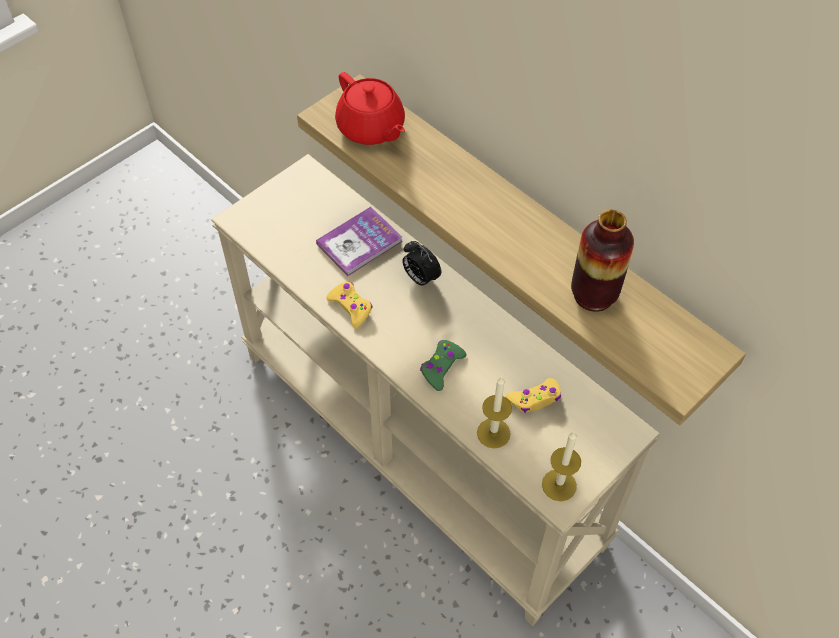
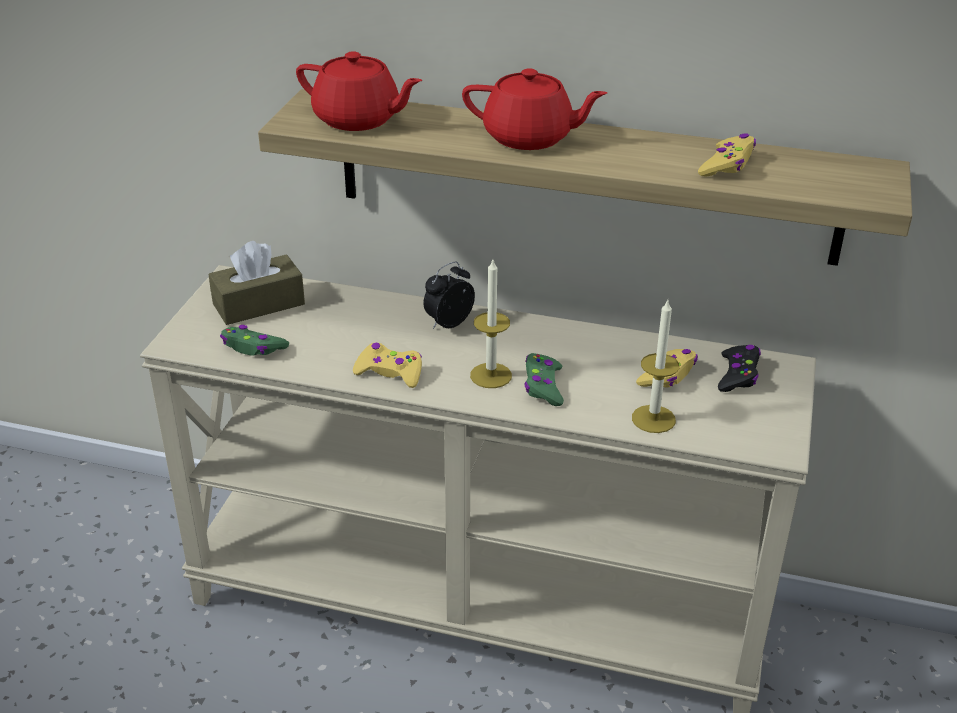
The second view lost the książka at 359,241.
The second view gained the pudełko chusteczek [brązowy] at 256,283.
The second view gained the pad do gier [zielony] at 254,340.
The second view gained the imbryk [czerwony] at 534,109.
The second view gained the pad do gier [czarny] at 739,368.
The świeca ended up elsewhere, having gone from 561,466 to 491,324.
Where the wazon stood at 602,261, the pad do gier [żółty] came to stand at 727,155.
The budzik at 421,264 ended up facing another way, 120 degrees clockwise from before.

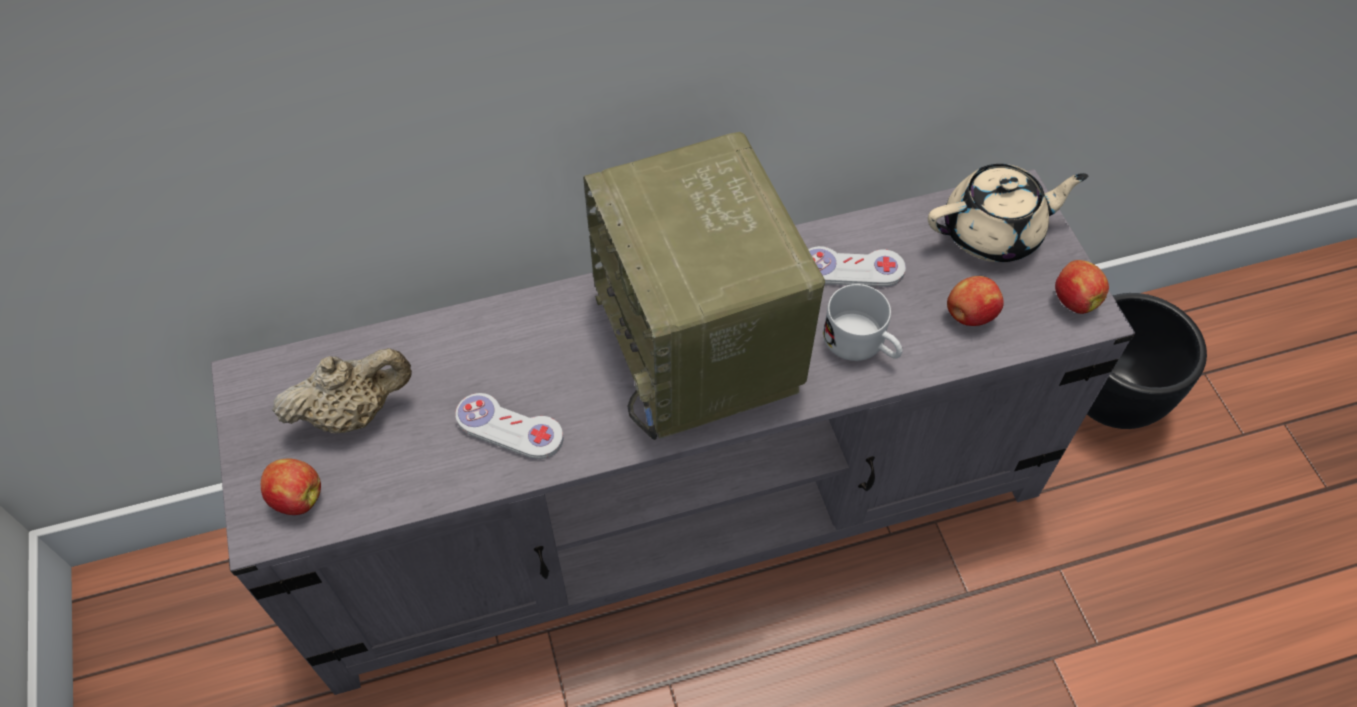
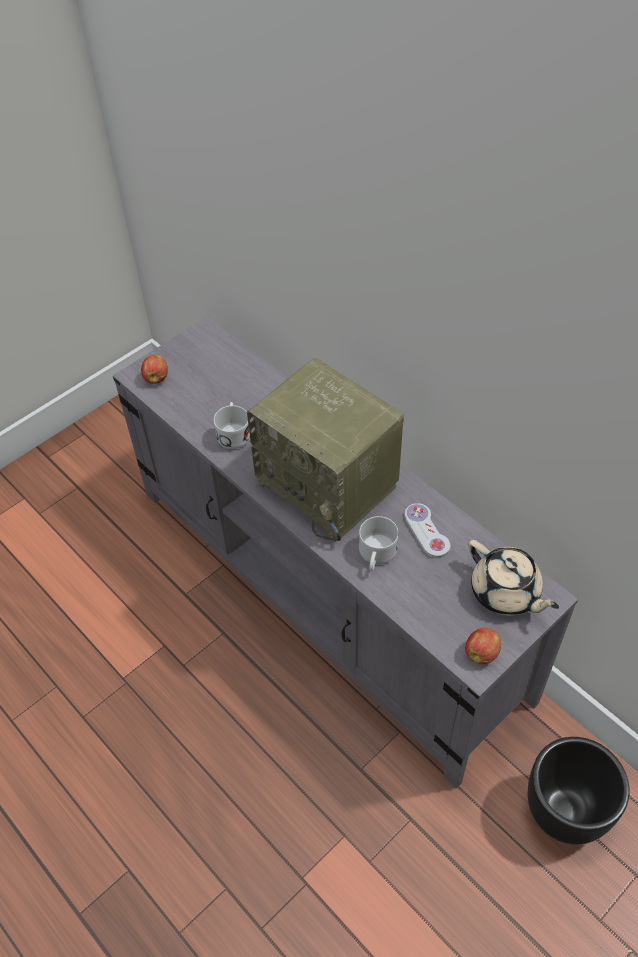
The second view lost the imbryk [beżowy] at 342,391.
The second view lost the jabłko at 975,301.
Where the pad do gier [biały] stood at 509,426, the kubek [biały] came to stand at 232,425.
The radio at 704,286 ended up facing another way, 90 degrees counterclockwise from before.

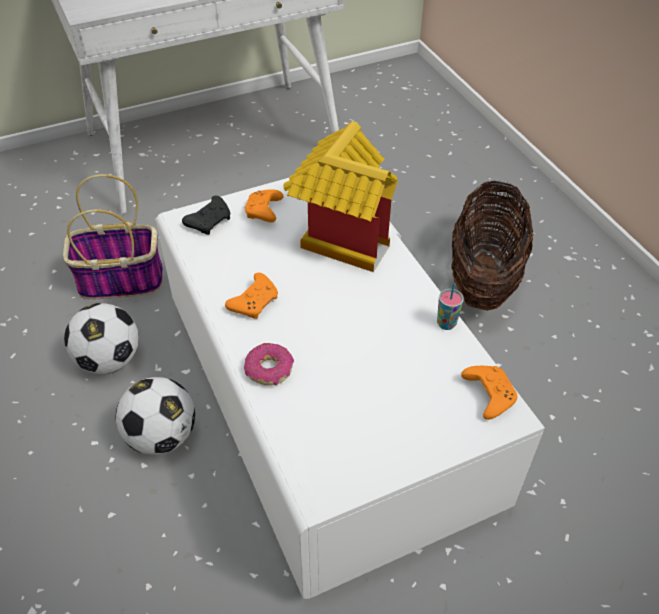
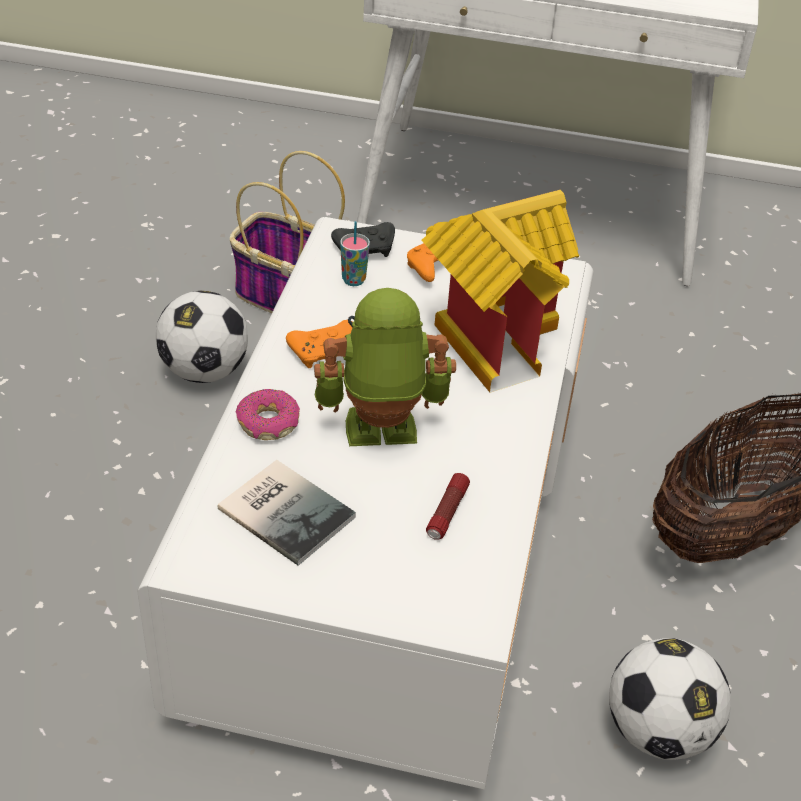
The second view lost the pad do gier [pomarańczowy] at 489,393.
The second view gained the książka at 287,513.
The second view gained the robot zabawkowy at 385,367.
The second view gained the latarka at 448,506.
The piłka futbolowa ended up elsewhere, having gone from 155,416 to 670,699.
The filiżanka ended up elsewhere, having gone from 450,306 to 355,253.

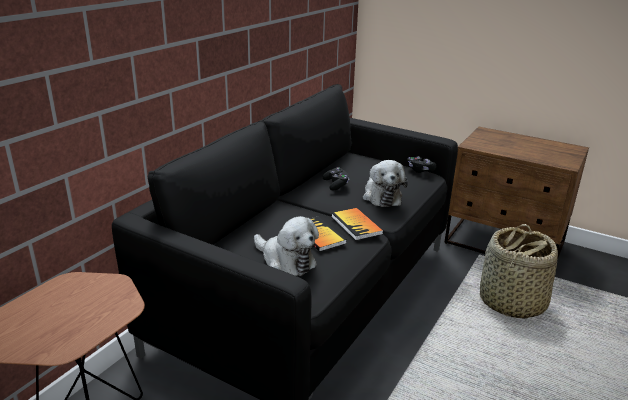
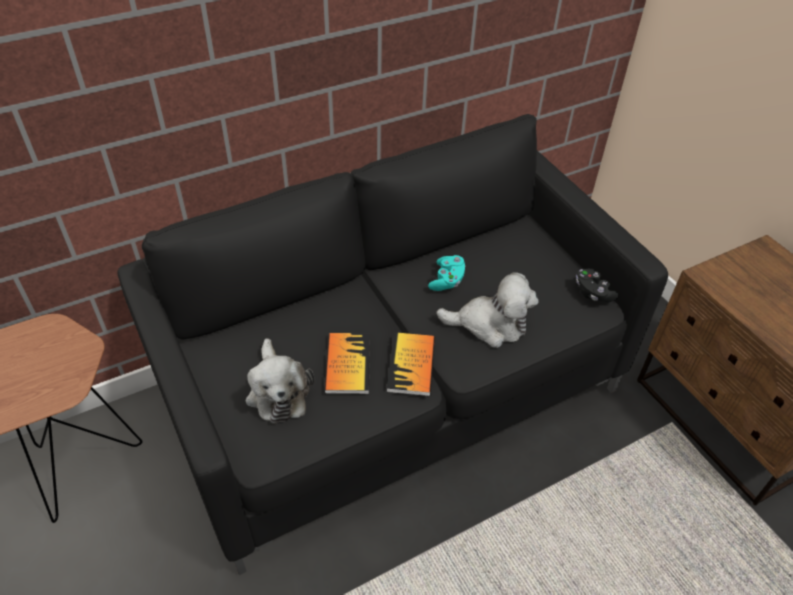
The second view lost the koszyk at 519,271.
What was the pad do gier [czarny] at 336,179 turned into the pad do gier [turkusowy] at 446,273.
The pluszak at 385,183 ended up facing another way, 105 degrees counterclockwise from before.

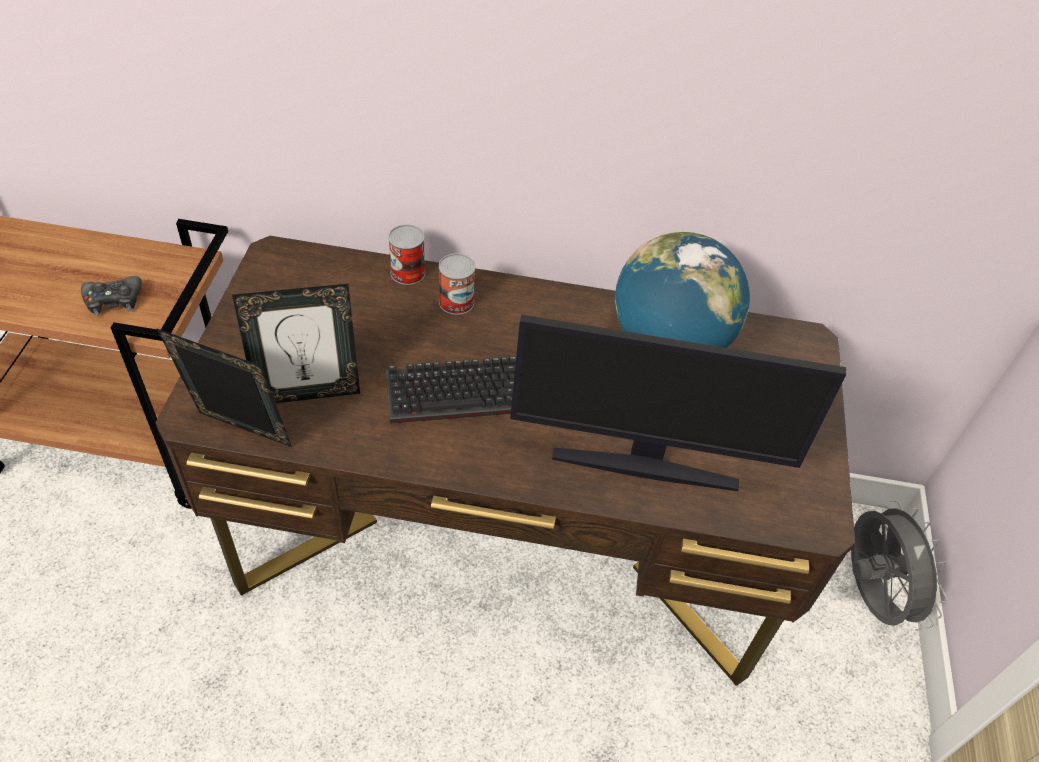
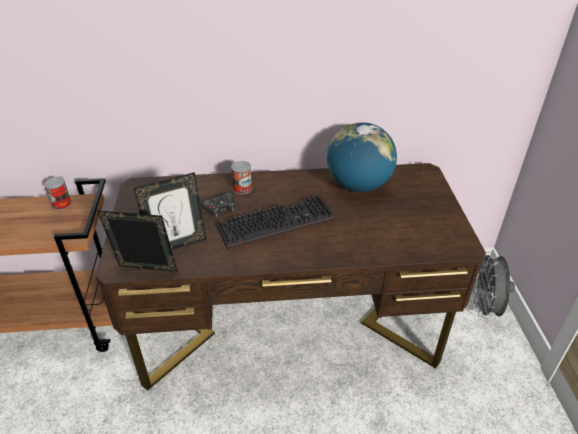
The second view lost the monitor at 678,403.
The pad do gier [czarny] ended up elsewhere, having gone from 111,296 to 218,205.
The puszka ended up elsewhere, having gone from 406,254 to 58,193.
The wentylator [szary] at 899,565 ended up facing another way, 150 degrees counterclockwise from before.

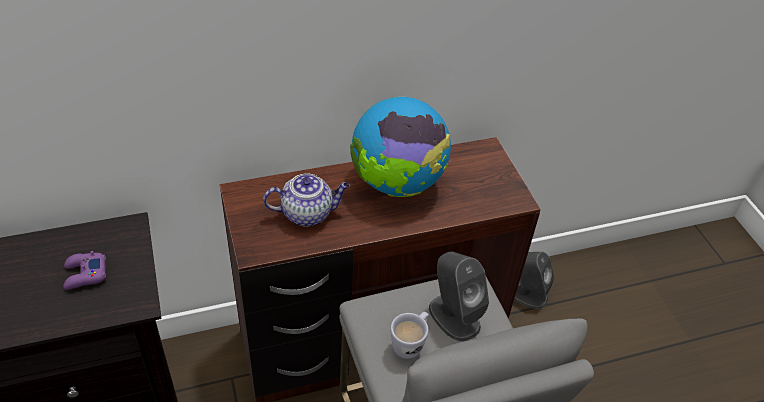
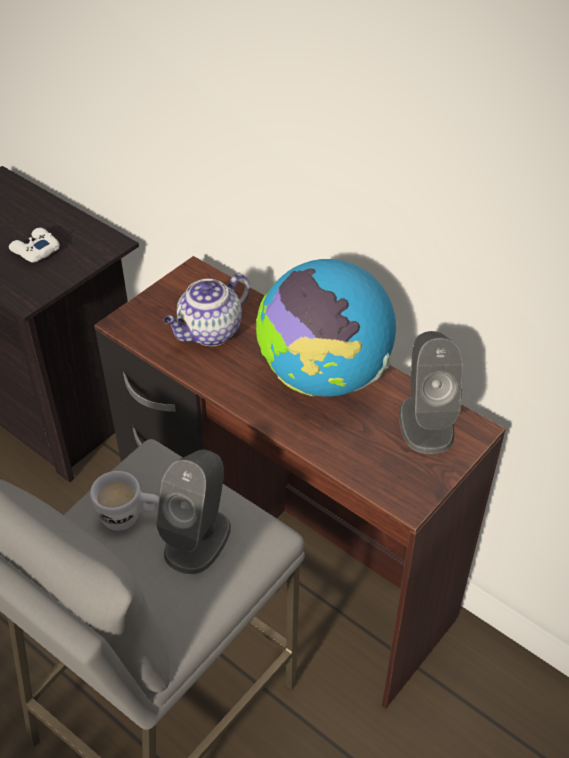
The głośnik [szary] ended up elsewhere, having gone from 534,280 to 431,392.
What was the pad do gier [fioletowy] at 84,270 turned into the pad do gier [biały] at 34,245.
The imbryk at 306,199 ended up facing another way, 90 degrees clockwise from before.

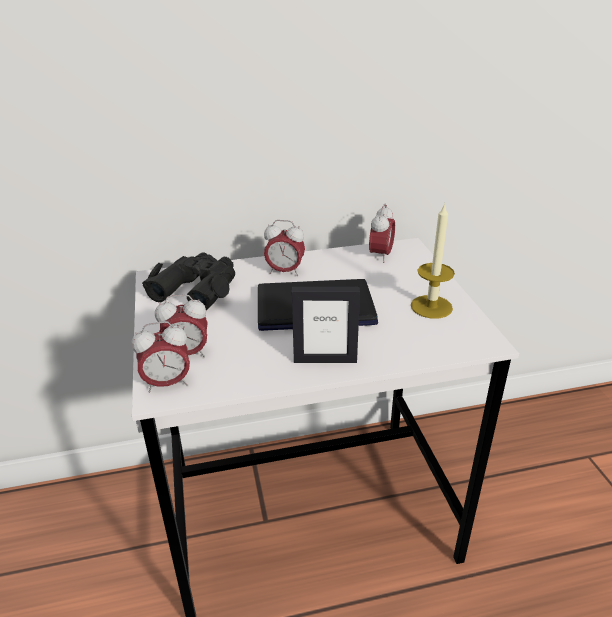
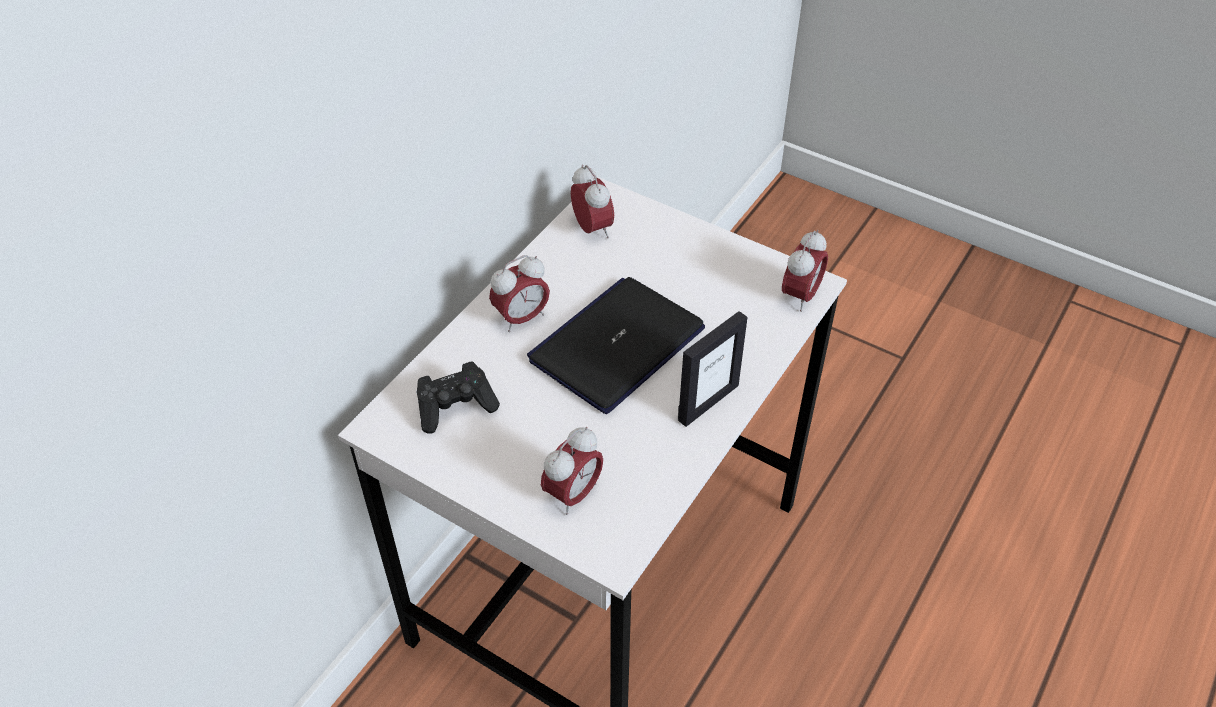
The second view lost the świeca at 433,261.
The budzik ended up elsewhere, having gone from 160,357 to 805,271.
Where the lornetka [czarny] stood at 188,281, the pad do gier [czarny] came to stand at 458,398.

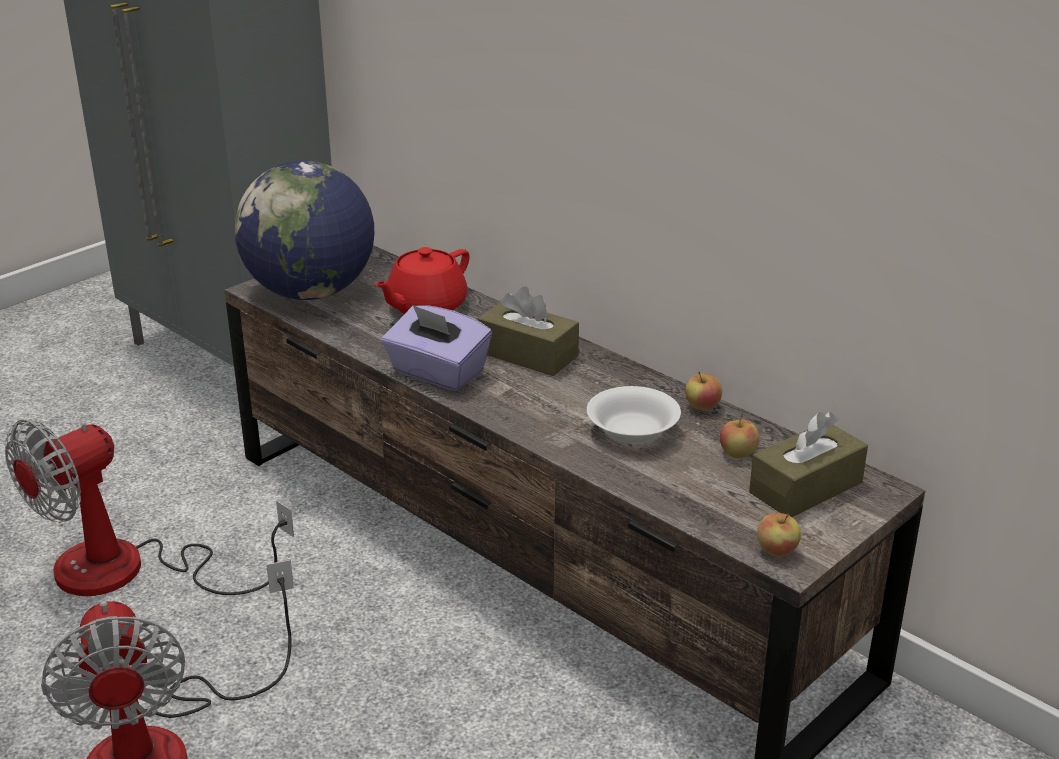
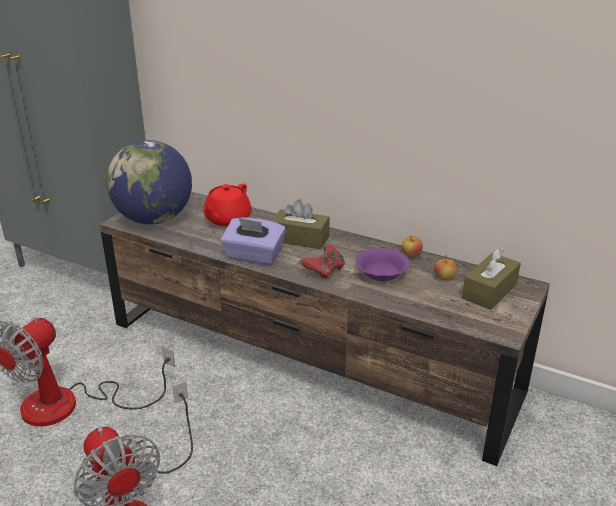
The second view lost the jabłko at 779,535.
The second view gained the pad do gier [czerwony] at 323,261.
What was the miska [biały] at 634,415 turned into the miska [fioletowy] at 382,264.

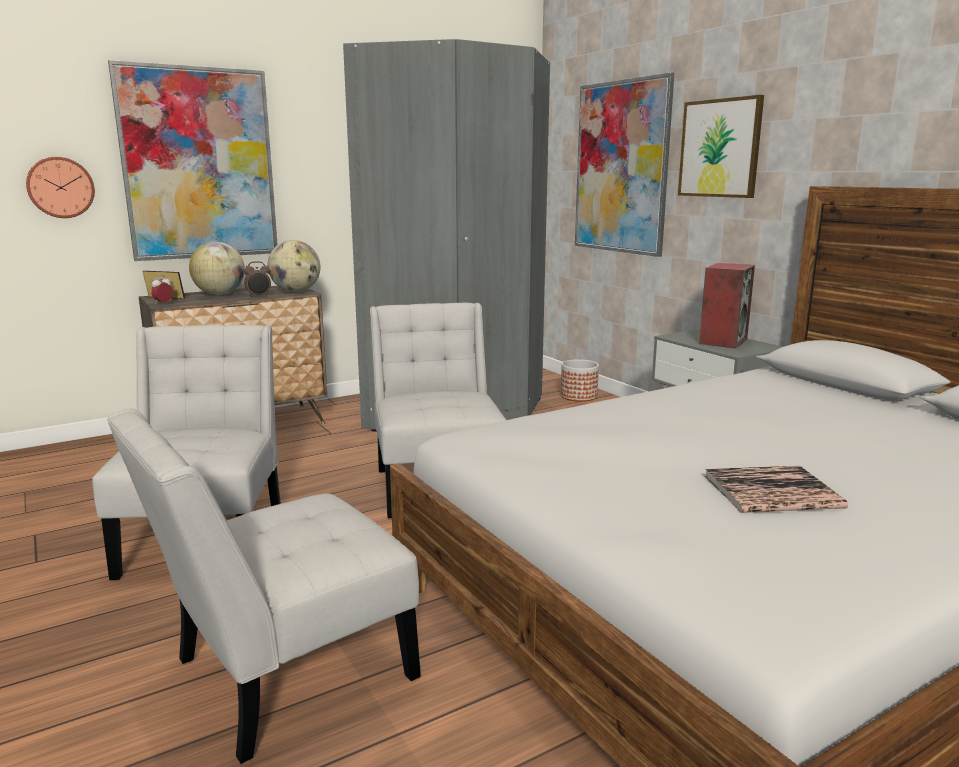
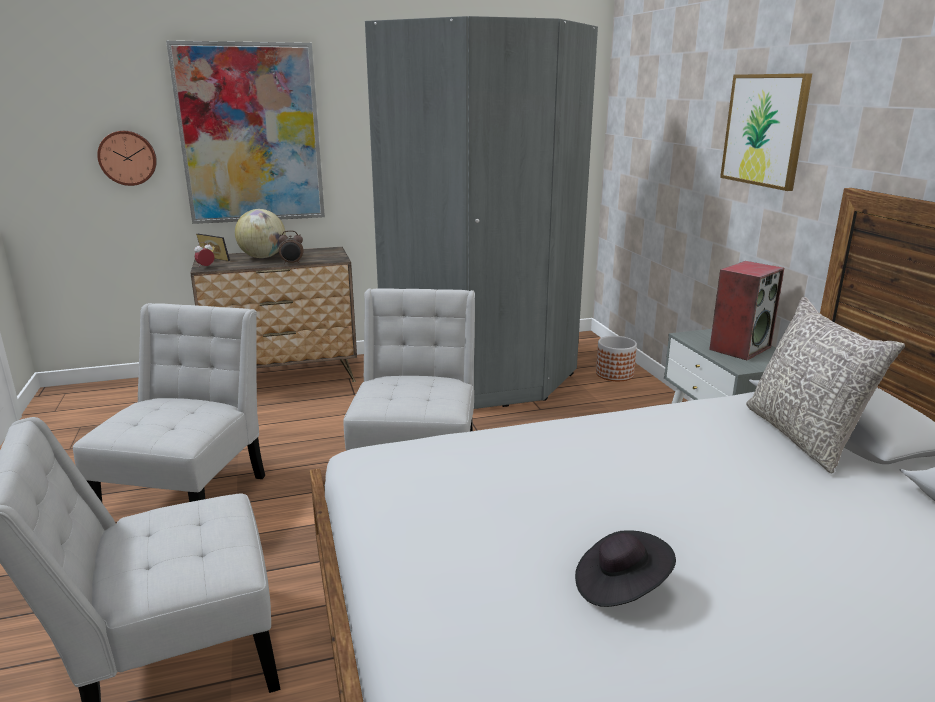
The second view lost the globus at 293,266.
The second view lost the obraz at 624,165.
The second view gained the poduszka [szary] at 825,385.
Where the książka stood at 776,489, the kapelusz [czarny] came to stand at 625,568.

